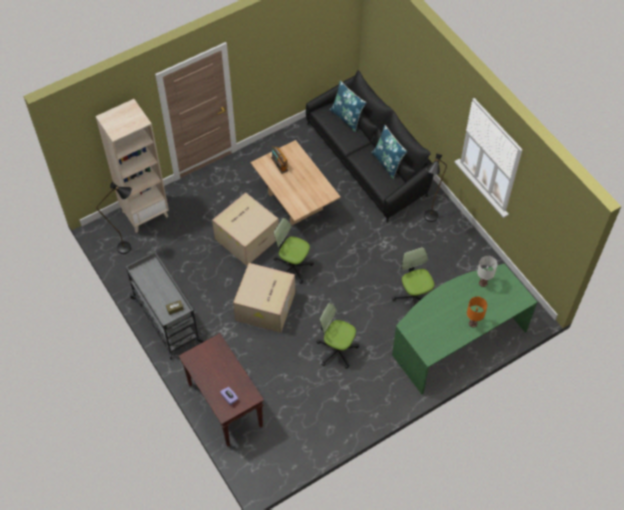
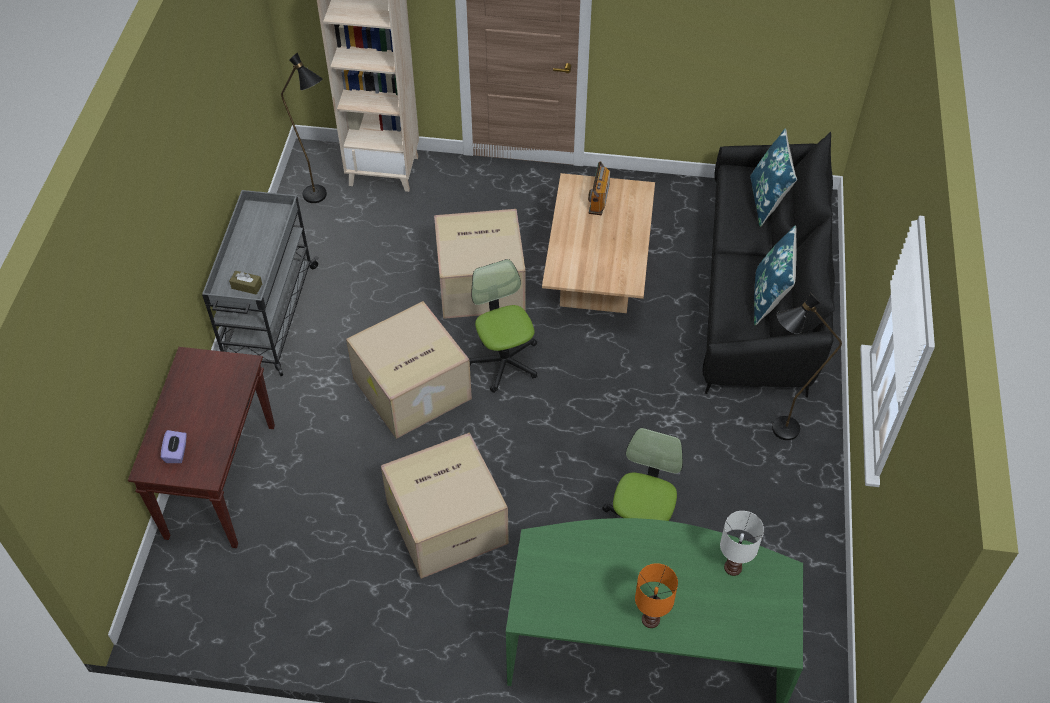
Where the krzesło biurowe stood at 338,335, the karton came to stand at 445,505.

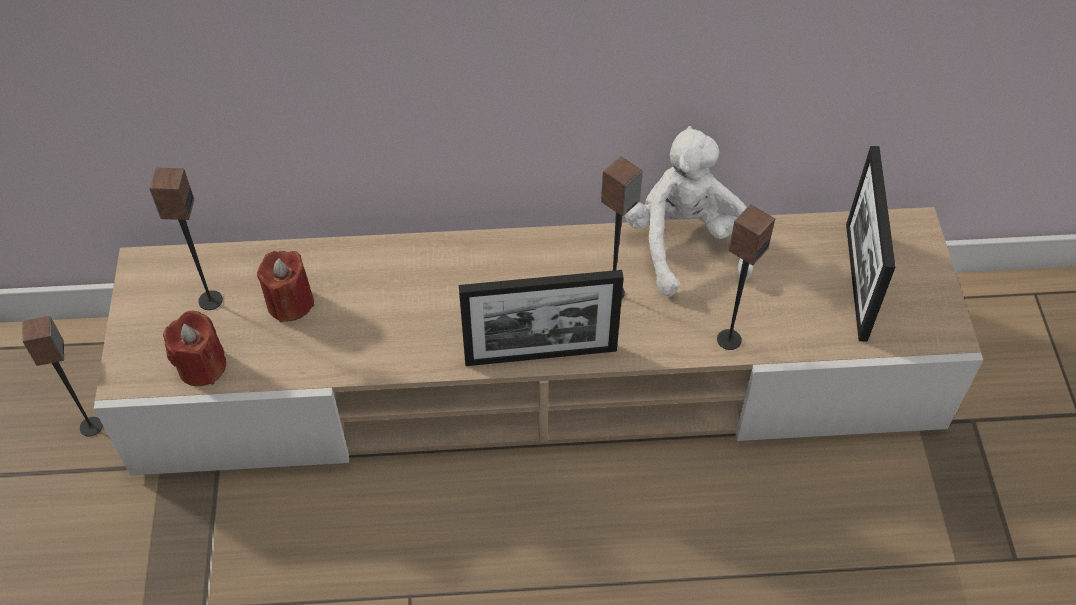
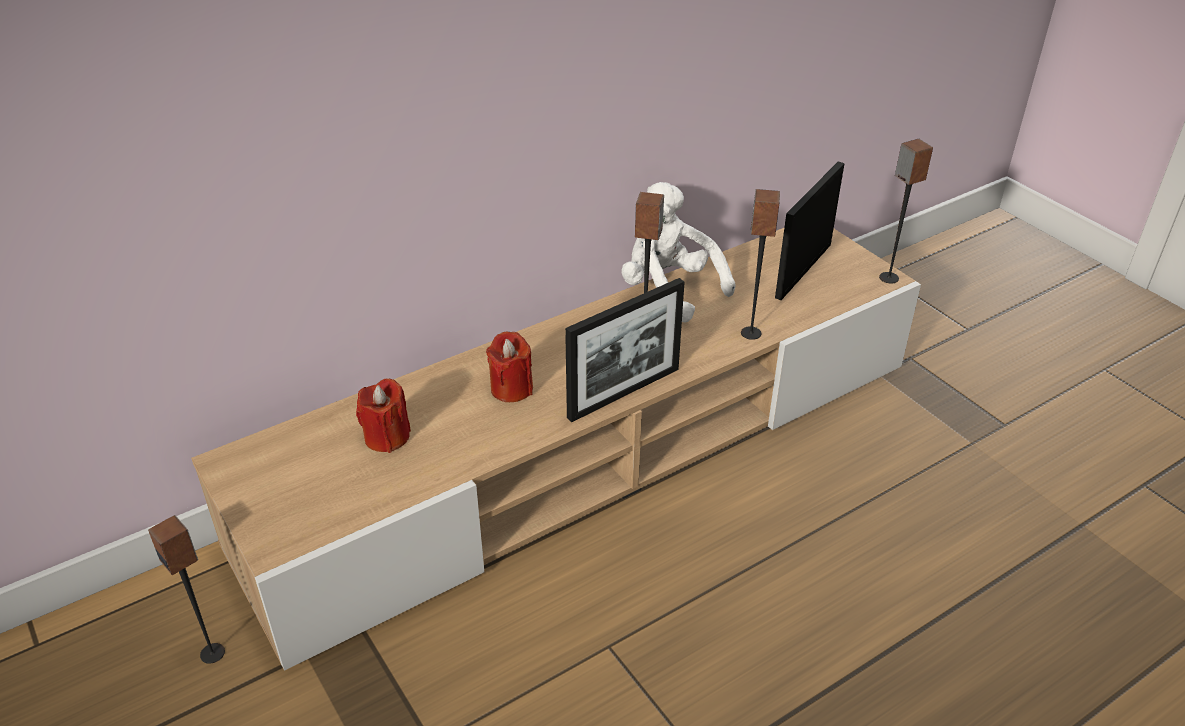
The głośnik ended up elsewhere, having gone from 186,239 to 906,211.
The świeca [czerwony] ended up elsewhere, having gone from 194,348 to 509,366.
The ramka na zdjęcie at 870,244 ended up facing another way, 60 degrees clockwise from before.

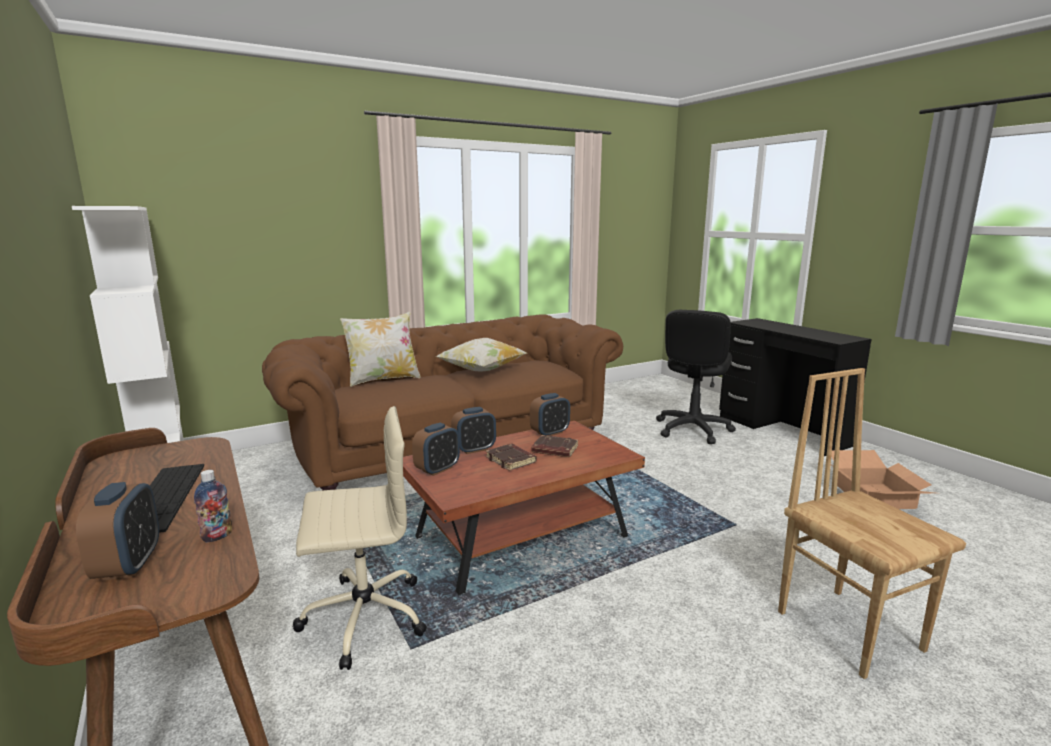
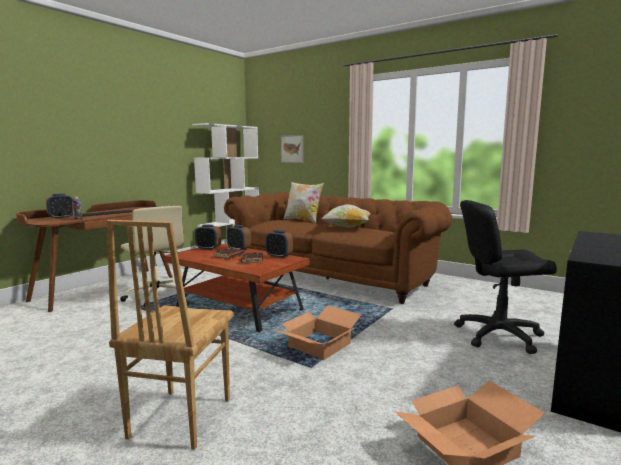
The second view gained the karton at 318,333.
The second view gained the obraz at 292,149.
The krzesło [brązowy] at 872,523 ended up facing another way, 150 degrees clockwise from before.

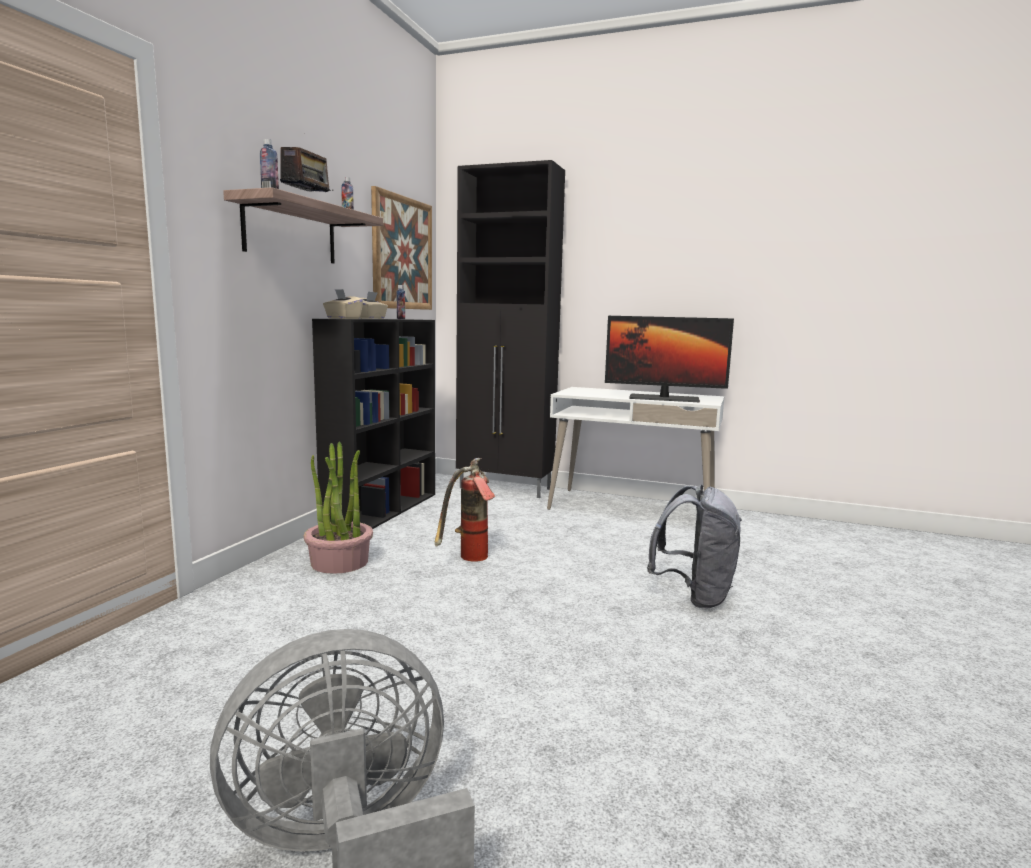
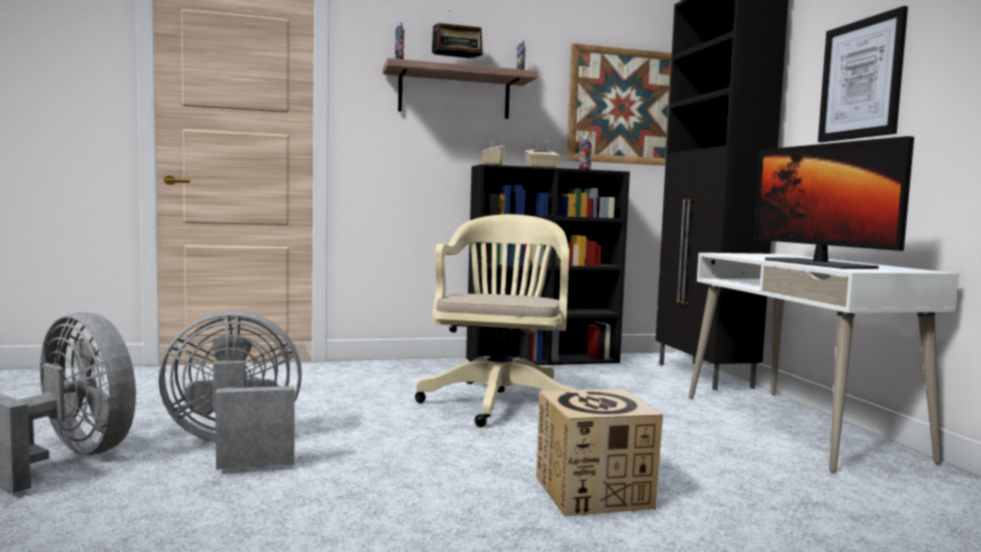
The second view lost the roślina doniczkowa at 338,507.
The second view gained the wentylator [szary] at 230,390.
The second view gained the obraz at 863,74.
Where the gaśnica stood at 465,510, the krzesło biurowe [beżowy] came to stand at 495,320.
Where the plecak [szary] stood at 694,547, the karton came to stand at 599,452.

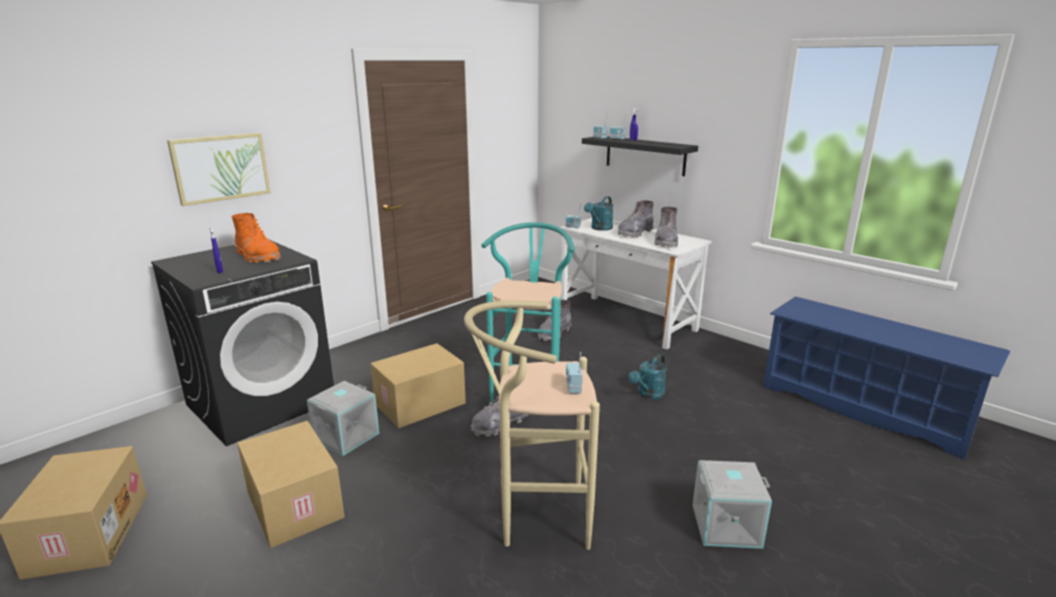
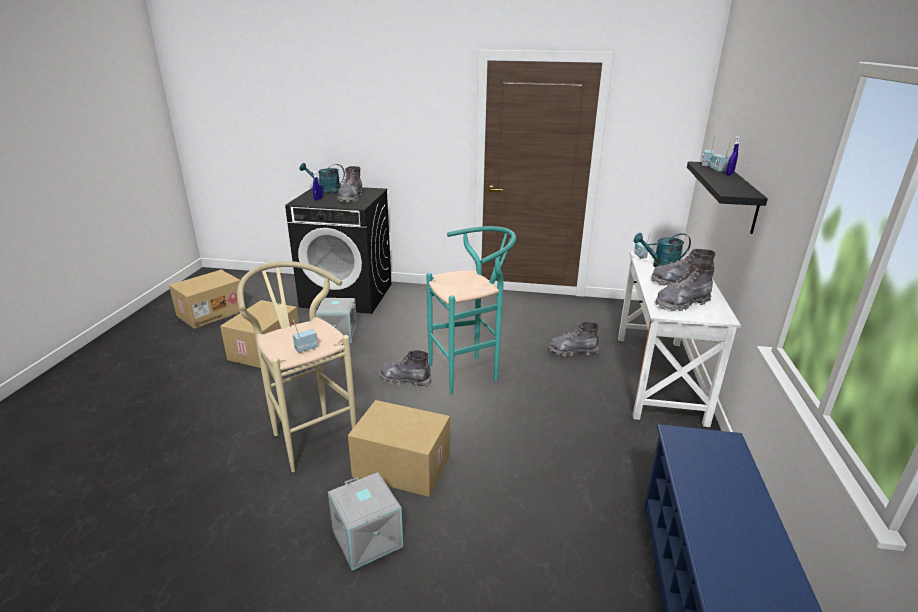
The second view lost the obraz at 219,169.
The karton ended up elsewhere, having gone from 418,385 to 399,448.
The konewka [turkusowy] ended up elsewhere, having gone from 647,376 to 322,178.
What was the but z cholewką [pomarańczowy] at 256,238 turned into the but z cholewką [szary] at 350,184.

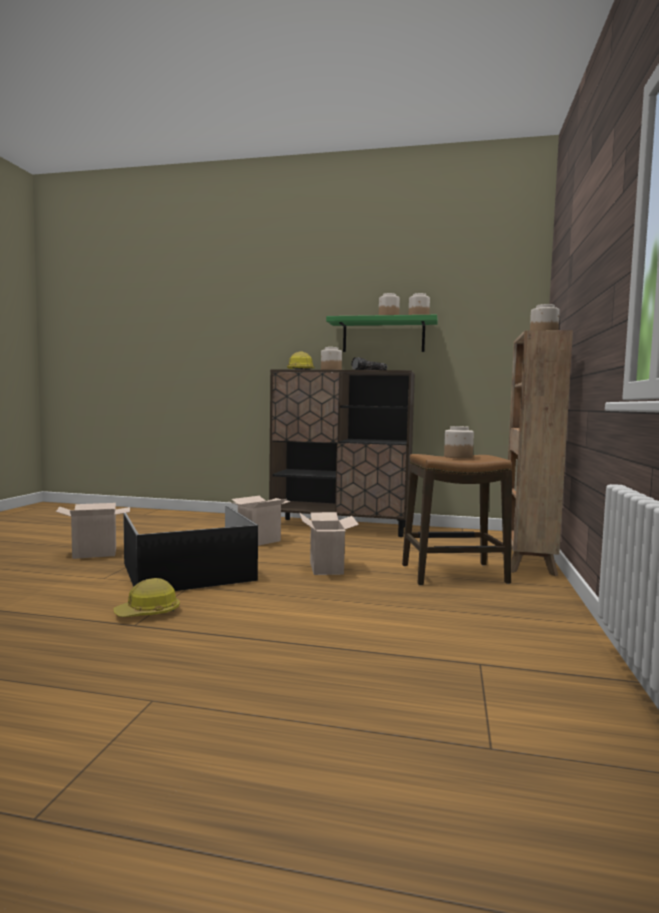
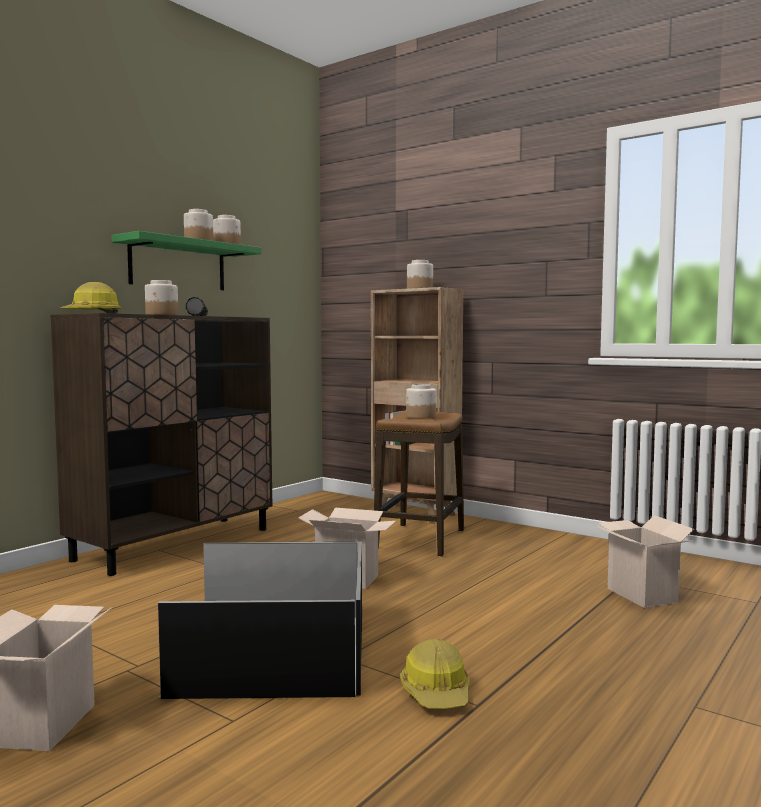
The karton ended up elsewhere, having gone from 259,521 to 644,561.

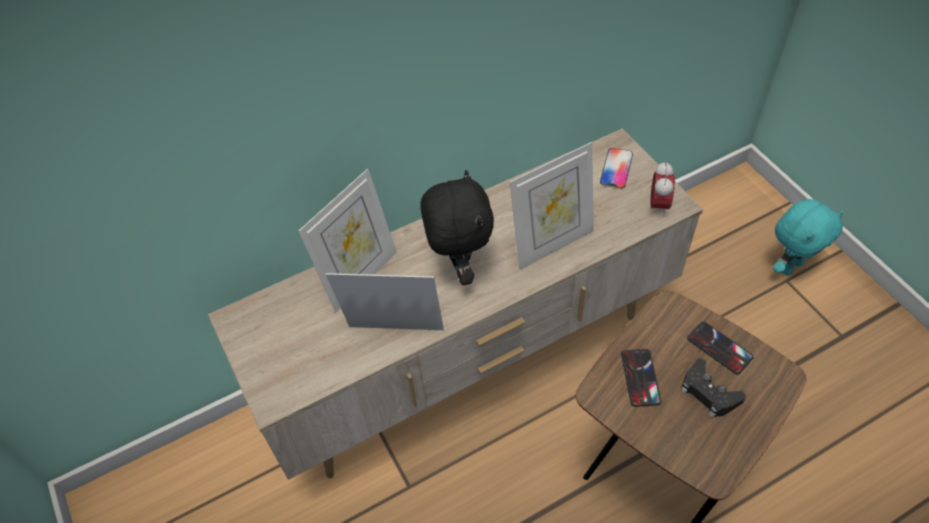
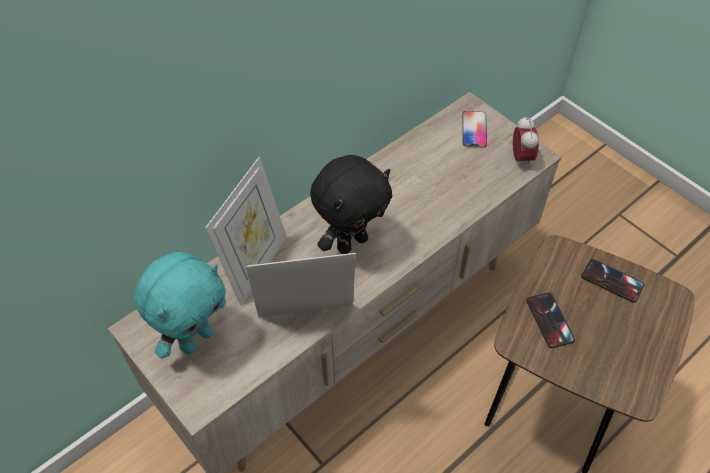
The second view lost the ramka na zdjęcie at 552,206.
The second view lost the pad do gier [czarny] at 713,388.
The pluszak [turkusowy] ended up elsewhere, having gone from 808,237 to 180,305.
The pluszak [czarny] at 457,227 ended up facing another way, 75 degrees clockwise from before.

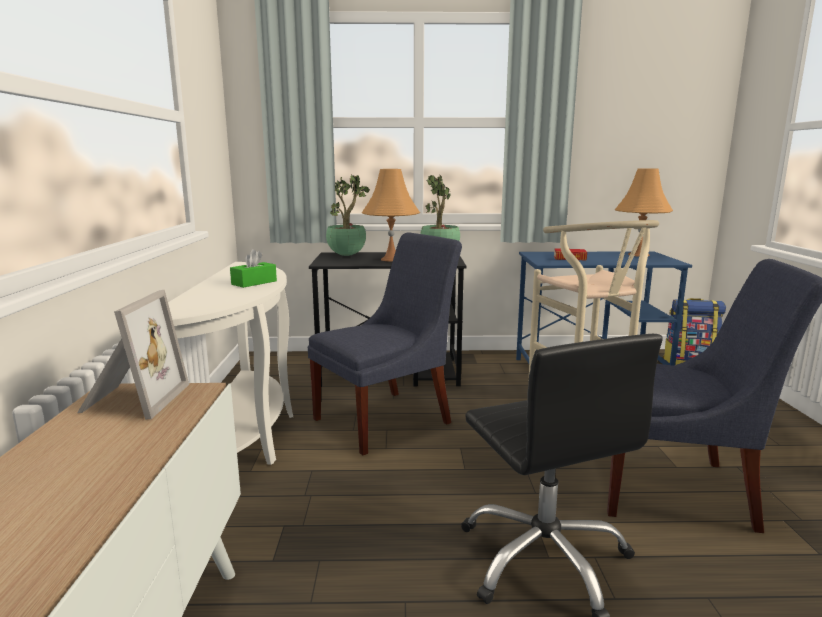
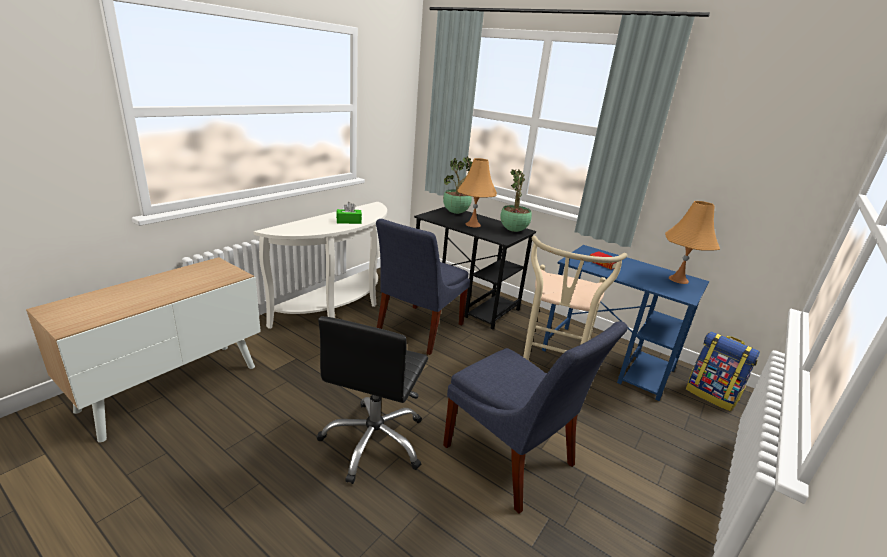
The second view lost the ramka na zdjęcie at 133,354.
The krzesło [niebieski] at 385,343 ended up facing another way, 120 degrees clockwise from before.

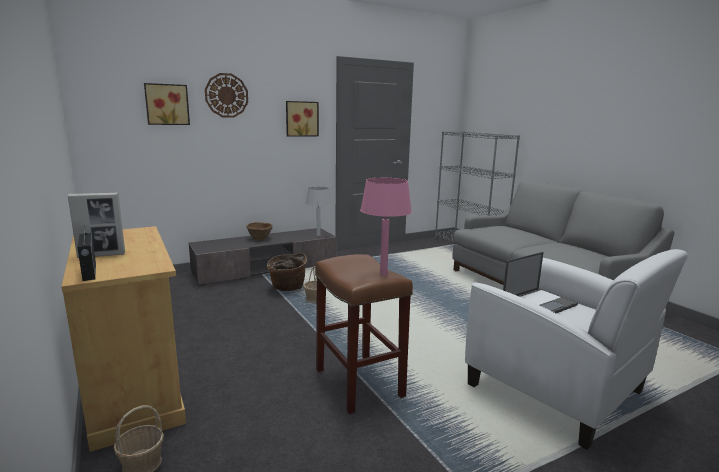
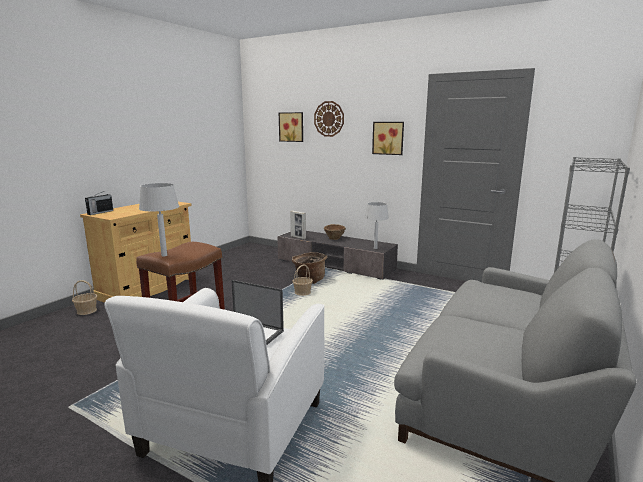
The ramka na zdjęcie ended up elsewhere, having gone from 96,225 to 298,225.
What was the lampa stołowa [różowy] at 386,227 turned into the lampa stołowa [szary] at 159,220.

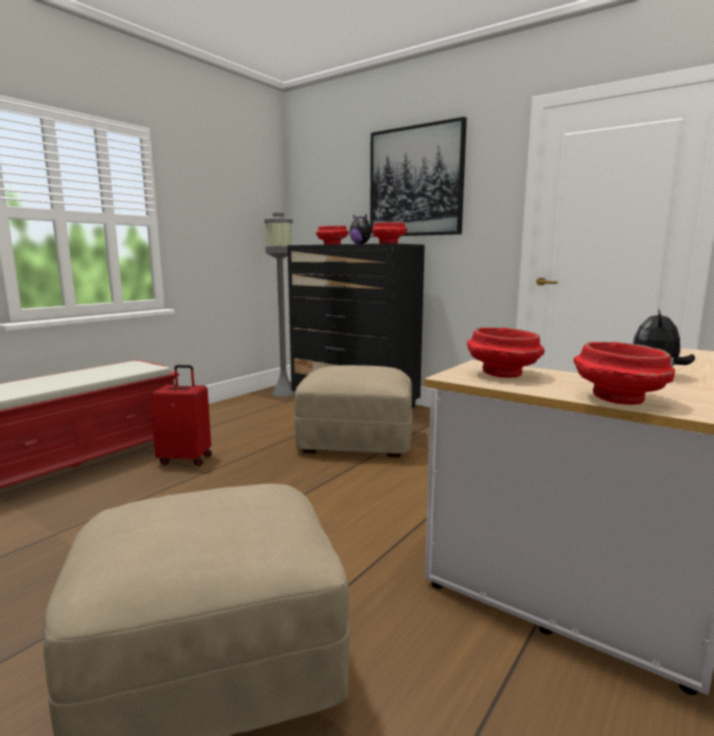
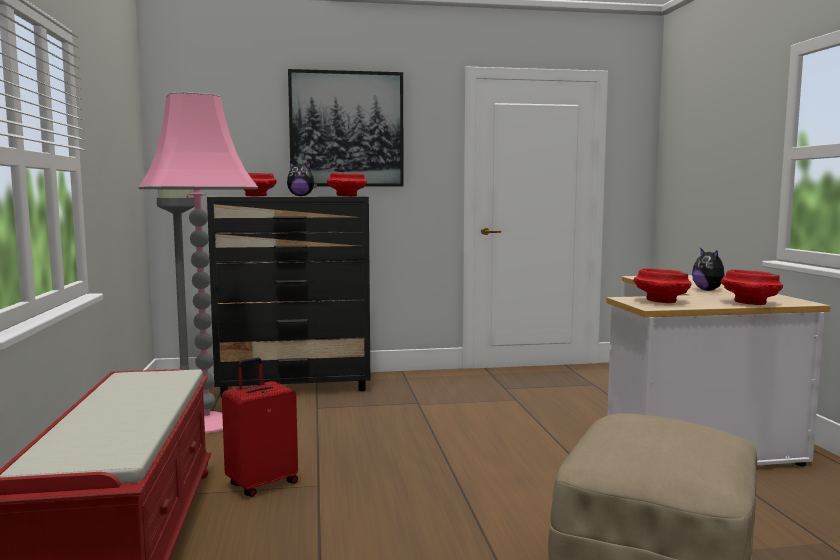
The second view lost the pufa [beżowy] at 354,411.
The second view gained the lampa stojąca [różowy] at 198,263.

